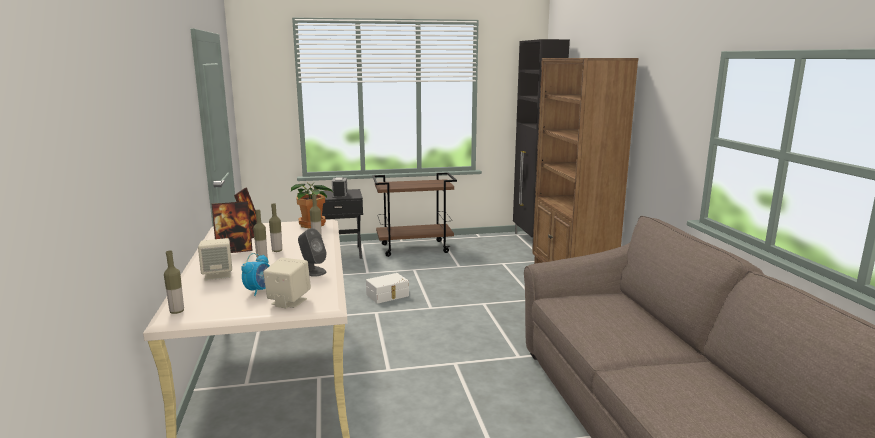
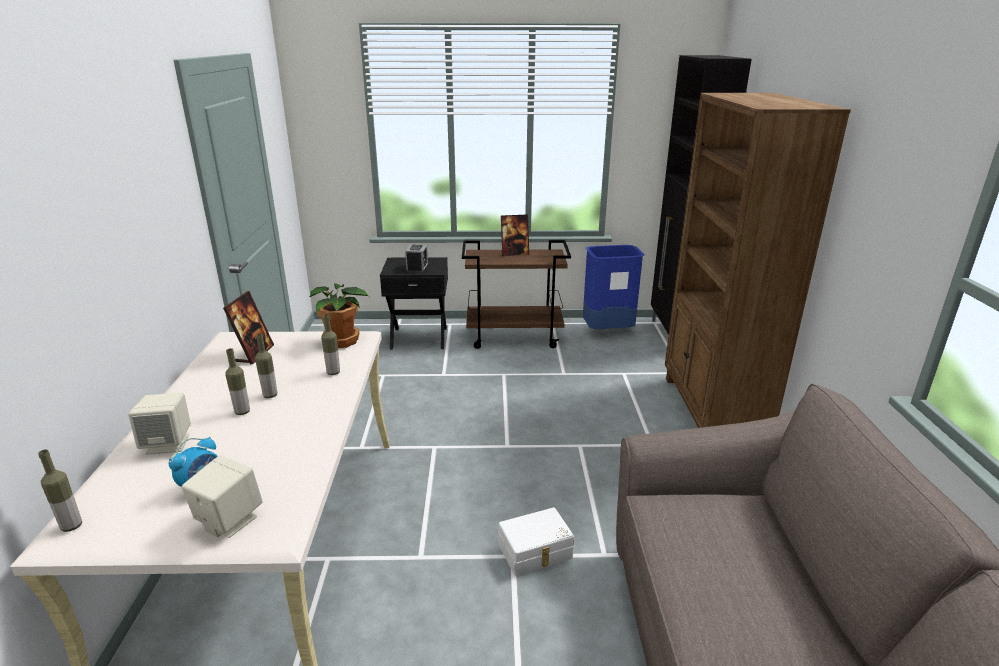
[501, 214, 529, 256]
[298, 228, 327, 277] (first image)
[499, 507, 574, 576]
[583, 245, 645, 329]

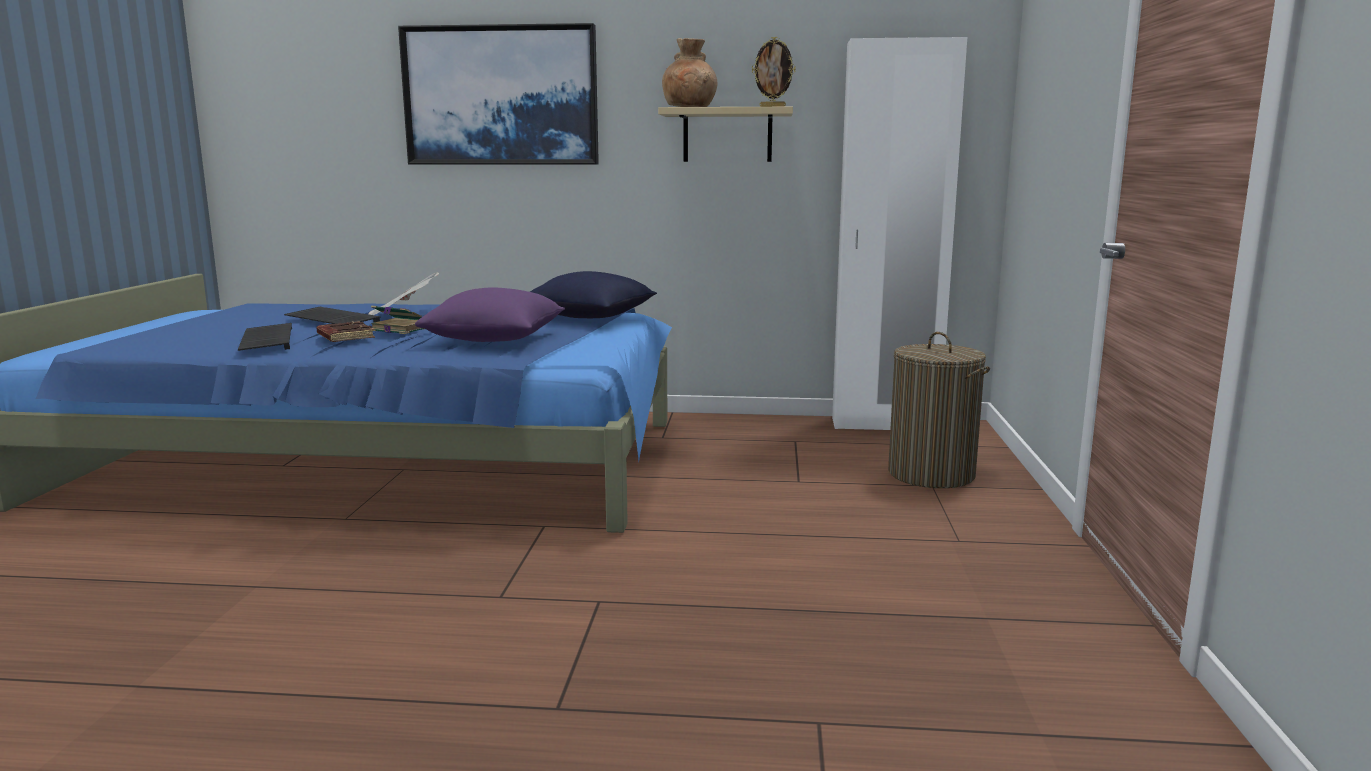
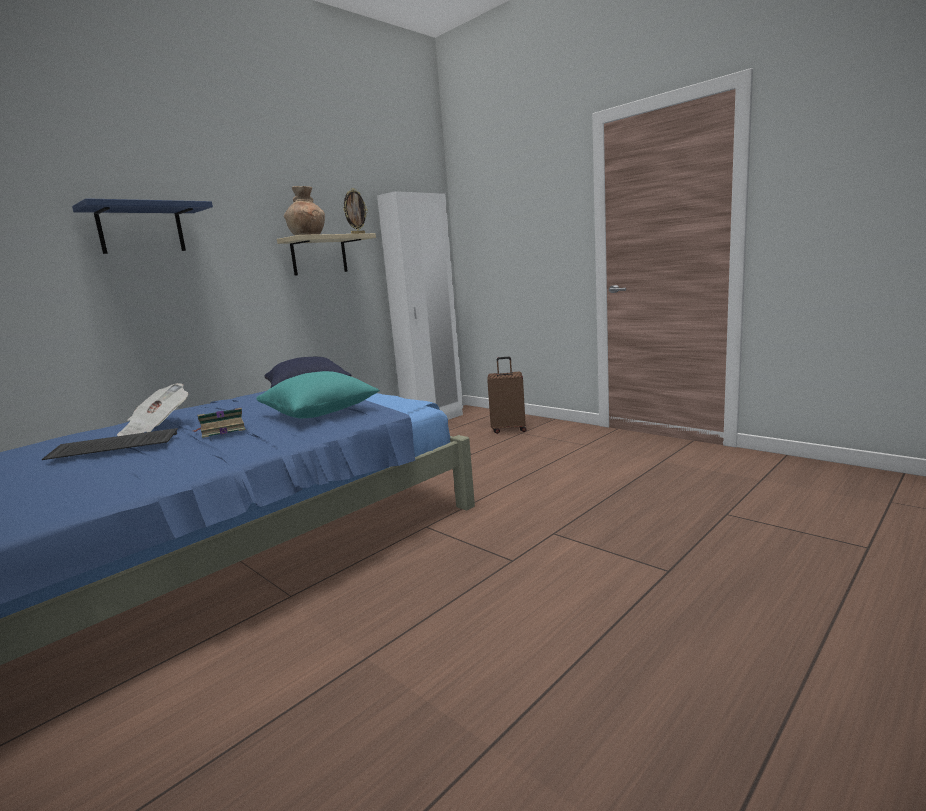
[238, 323, 292, 351] (first image)
[316, 321, 375, 342] (first image)
[72, 198, 213, 254]
[257, 371, 380, 418]
[487, 357, 527, 434]

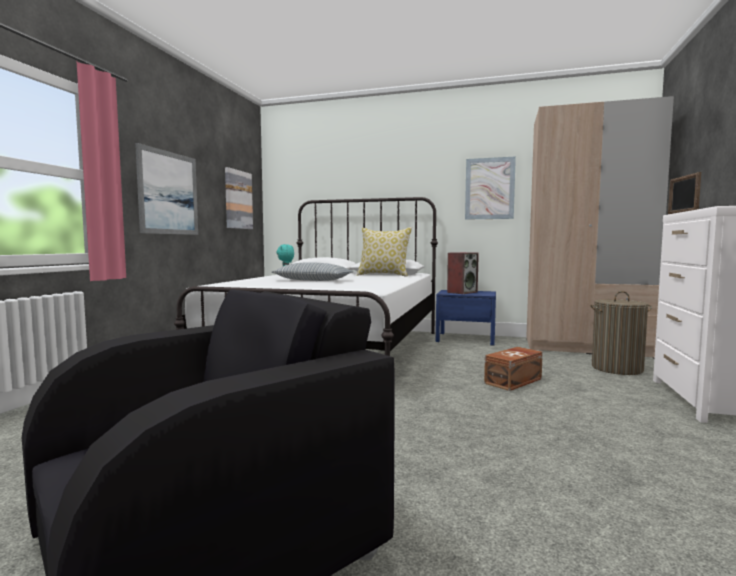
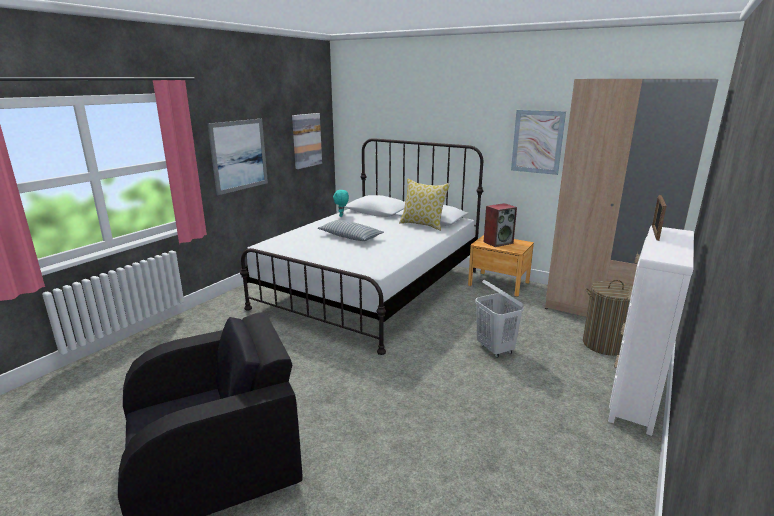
[468, 235, 534, 297]
[475, 280, 524, 358]

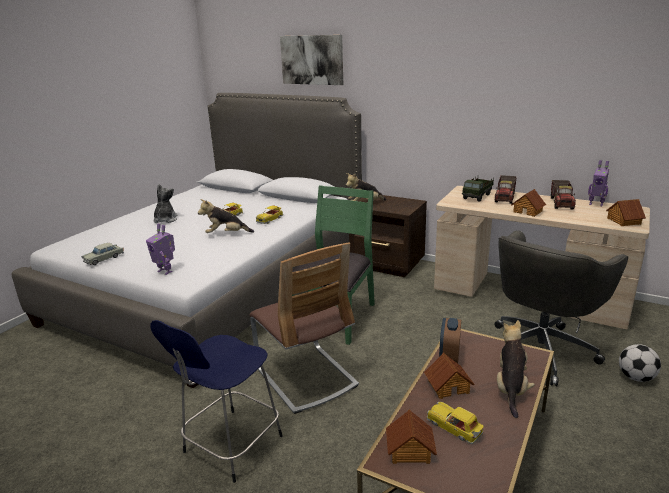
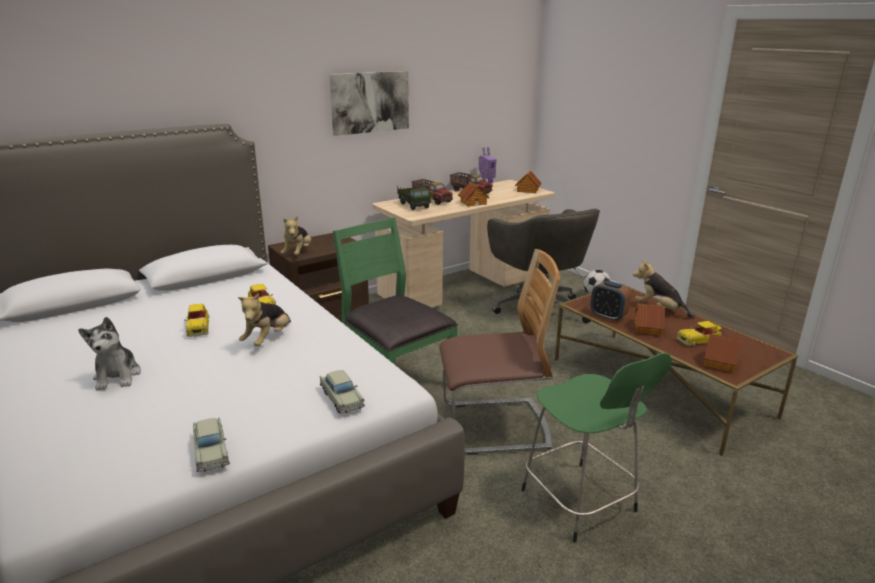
[320, 370, 365, 414]
[522, 353, 672, 543]
[78, 317, 141, 391]
[329, 71, 409, 136]

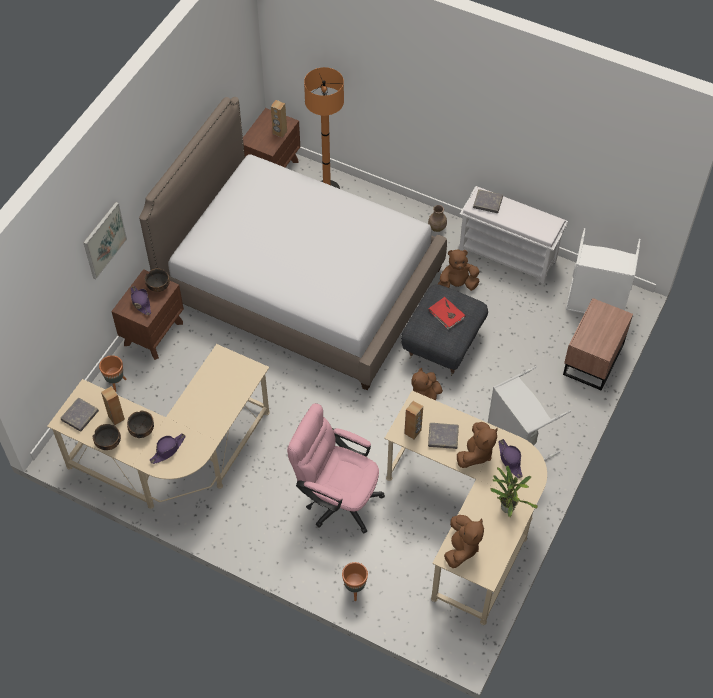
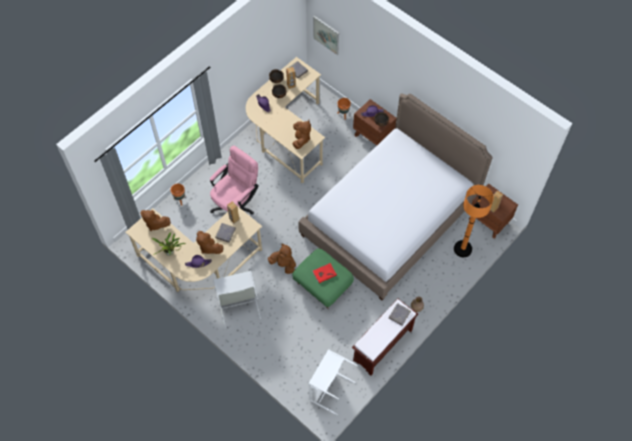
[313, 16, 339, 55]
[292, 248, 354, 309]
[293, 120, 311, 149]
[352, 299, 418, 376]
[563, 298, 633, 391] (first image)

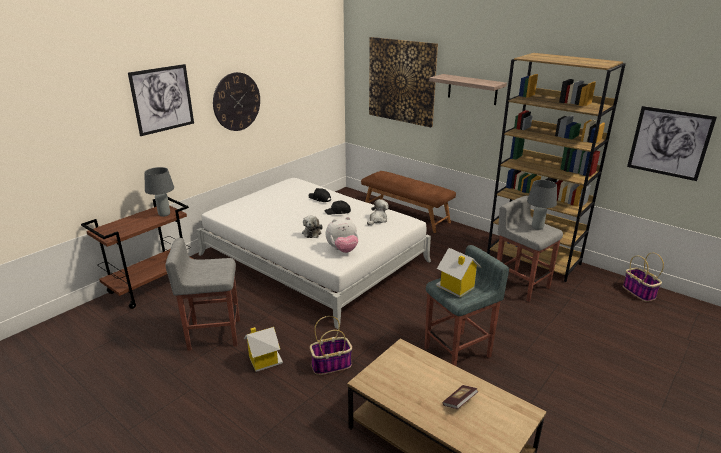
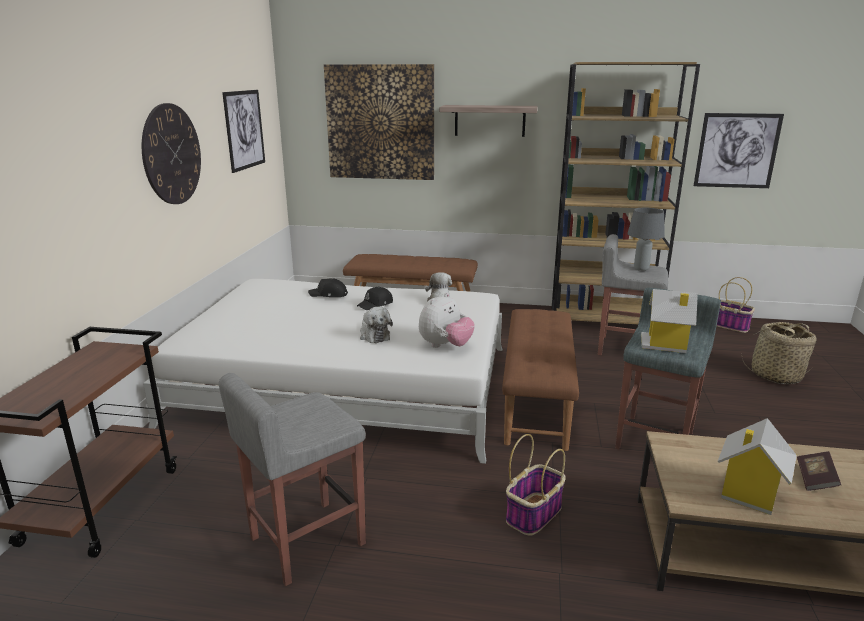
[222, 90, 265, 173]
[144, 167, 174, 217] (first image)
[718, 418, 797, 515]
[502, 309, 579, 451]
[741, 322, 817, 384]

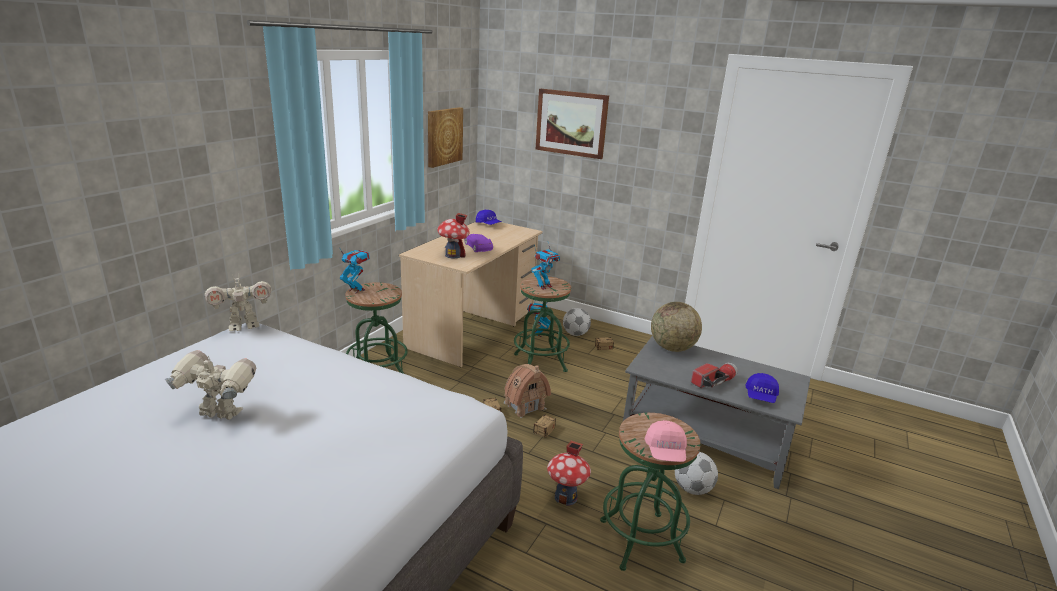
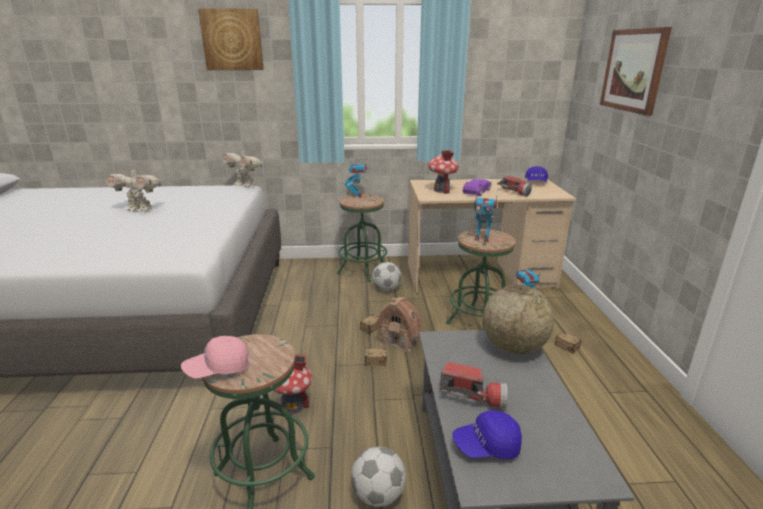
[106, 166, 162, 212]
[198, 8, 264, 70]
[372, 262, 401, 291]
[497, 176, 532, 197]

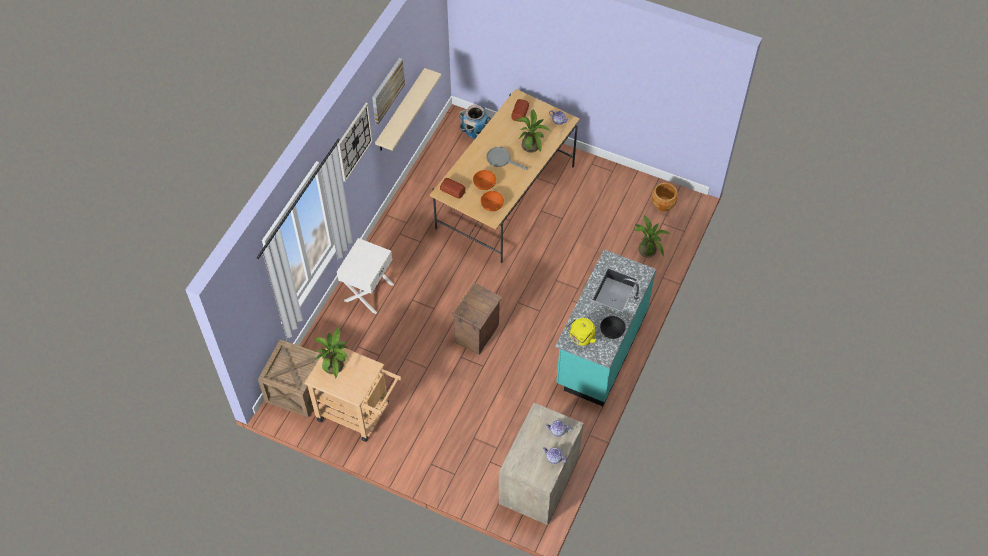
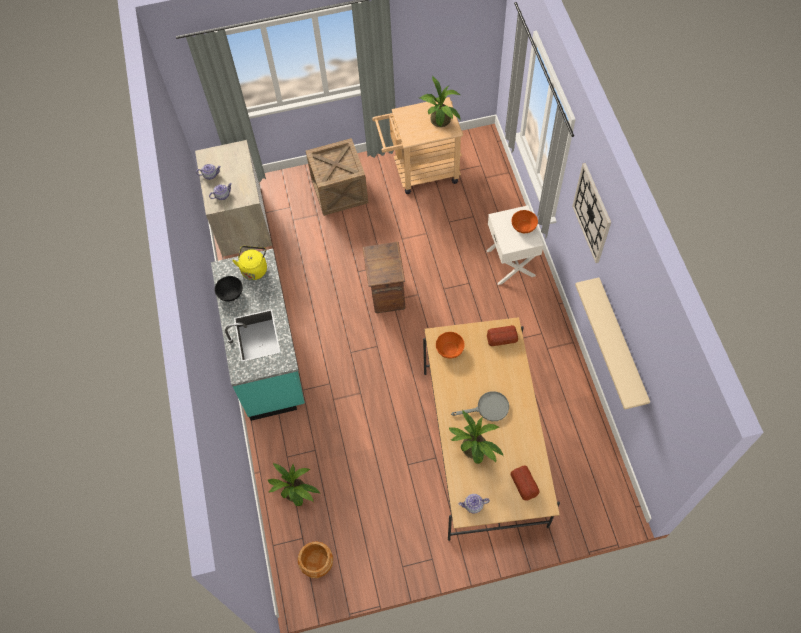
[306, 138, 368, 216]
[372, 58, 405, 124] (first image)
[459, 105, 491, 140] (first image)
[512, 210, 538, 233]

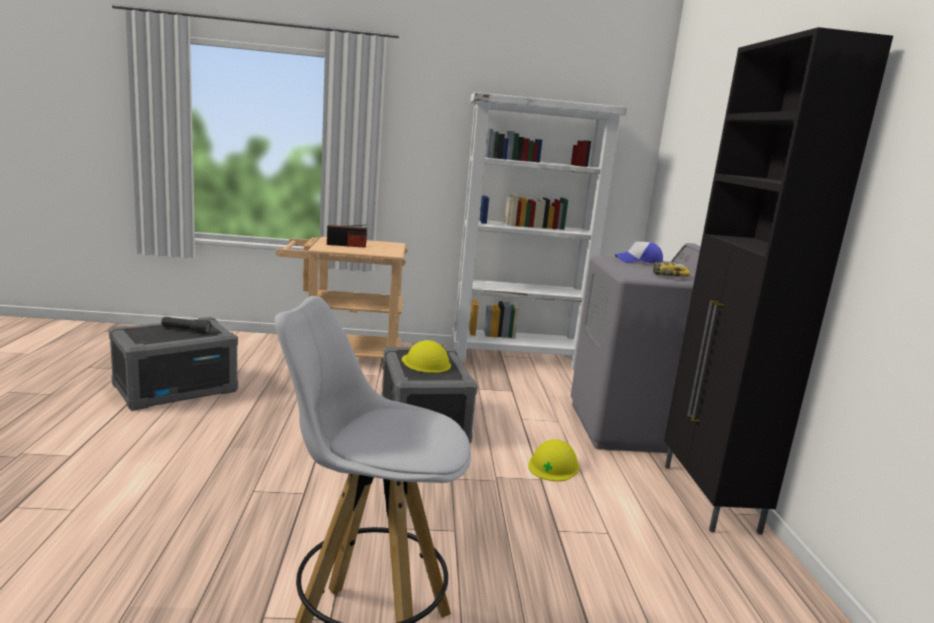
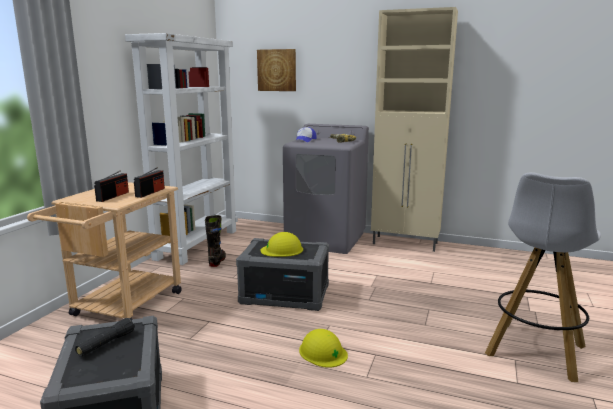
[299, 329, 348, 368]
[371, 7, 458, 252]
[134, 168, 165, 198]
[205, 215, 226, 267]
[257, 49, 296, 91]

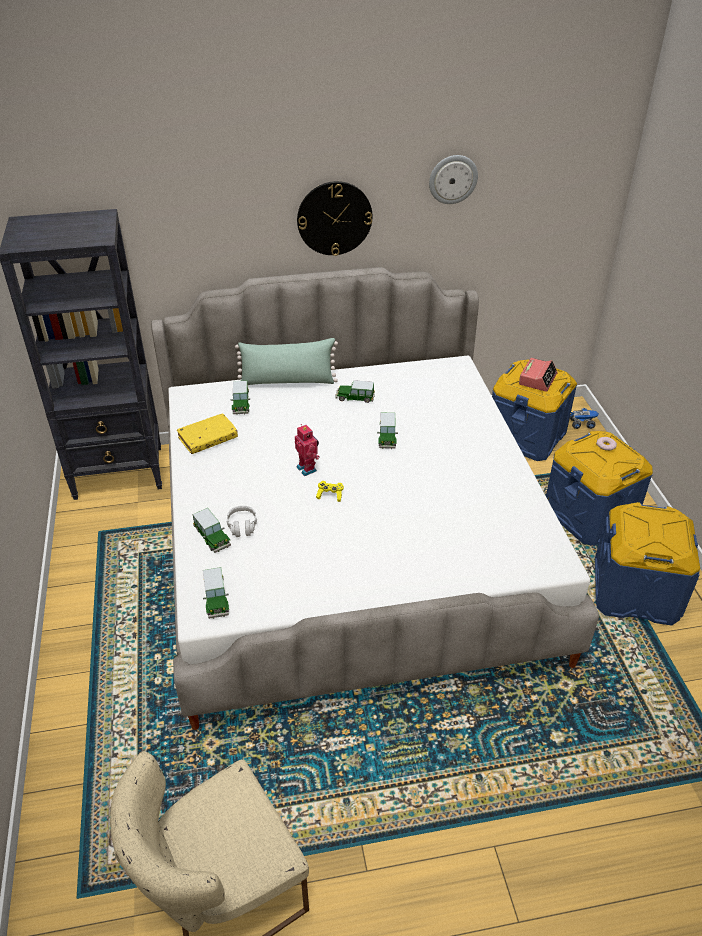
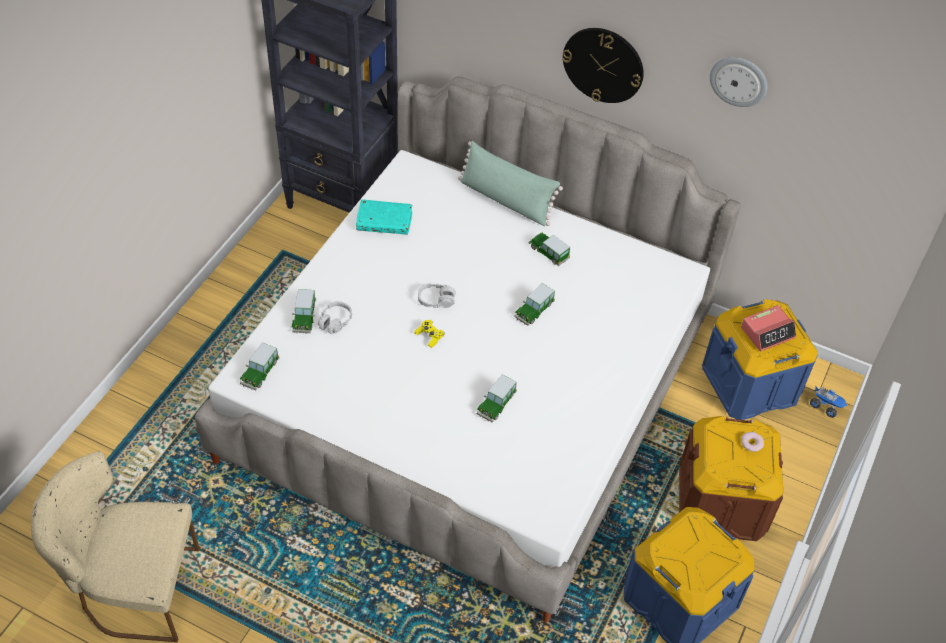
[356, 200, 412, 235]
[477, 374, 517, 422]
[418, 283, 456, 308]
[679, 416, 783, 541]

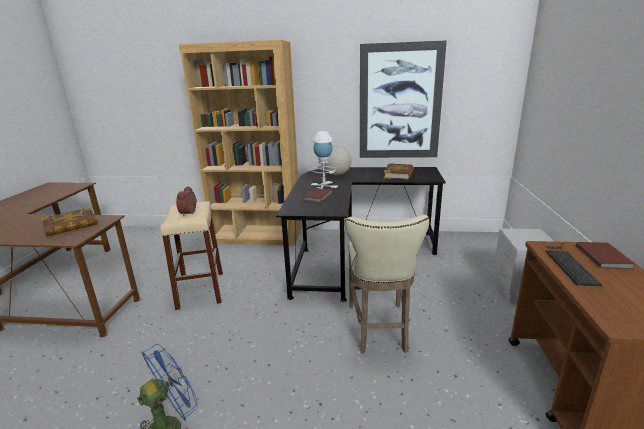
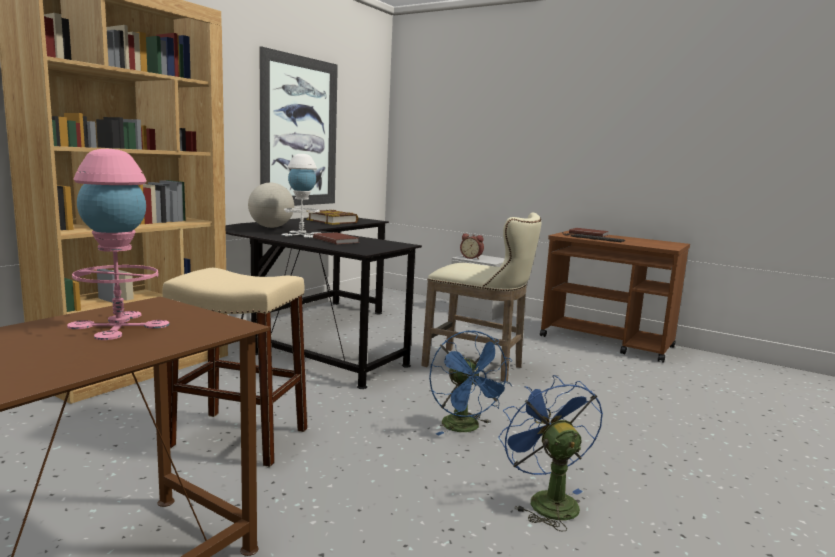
[67, 149, 169, 340]
[460, 233, 484, 259]
[429, 330, 513, 435]

